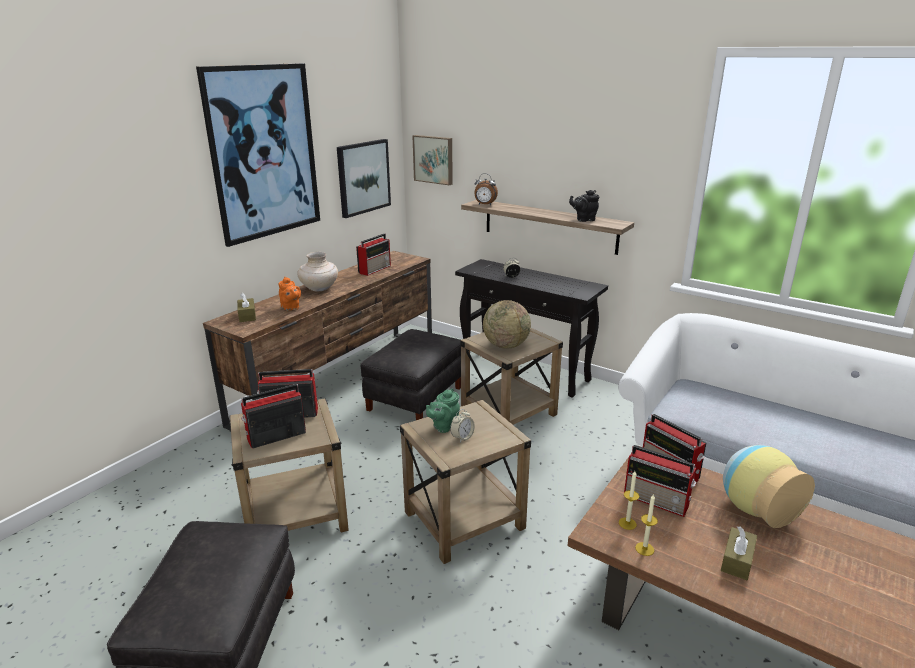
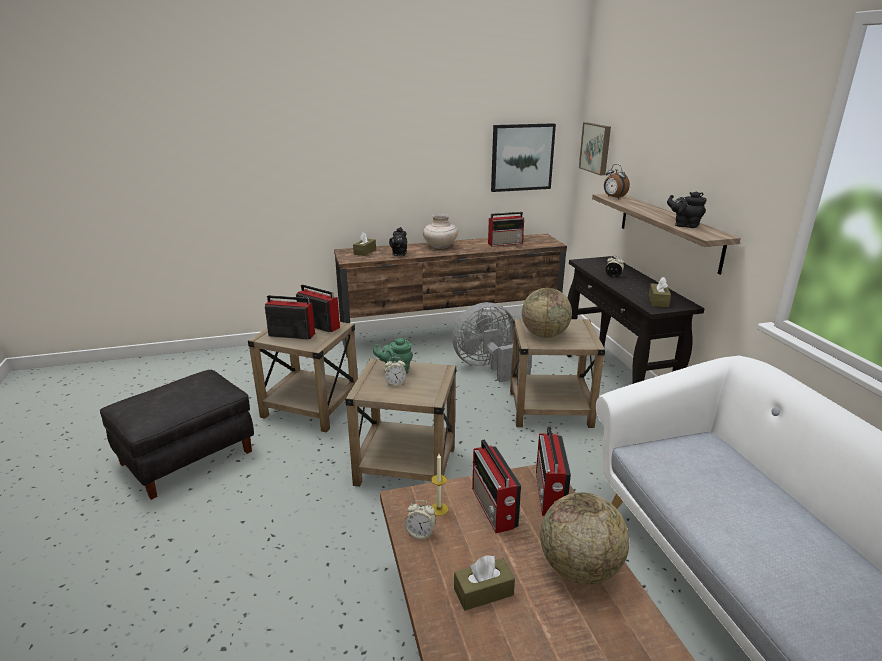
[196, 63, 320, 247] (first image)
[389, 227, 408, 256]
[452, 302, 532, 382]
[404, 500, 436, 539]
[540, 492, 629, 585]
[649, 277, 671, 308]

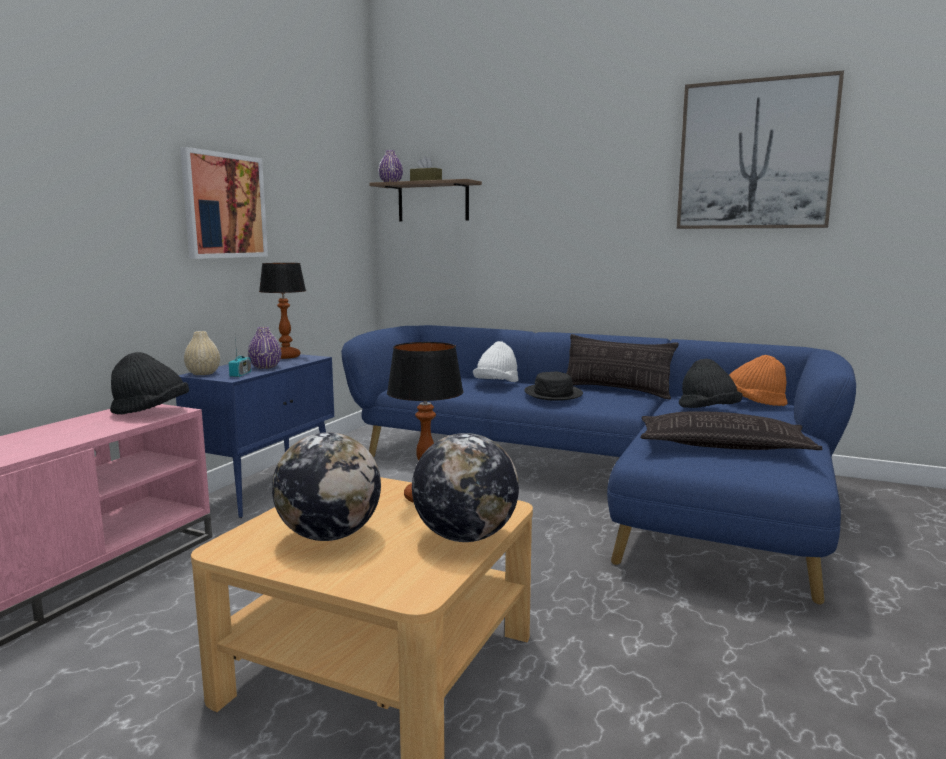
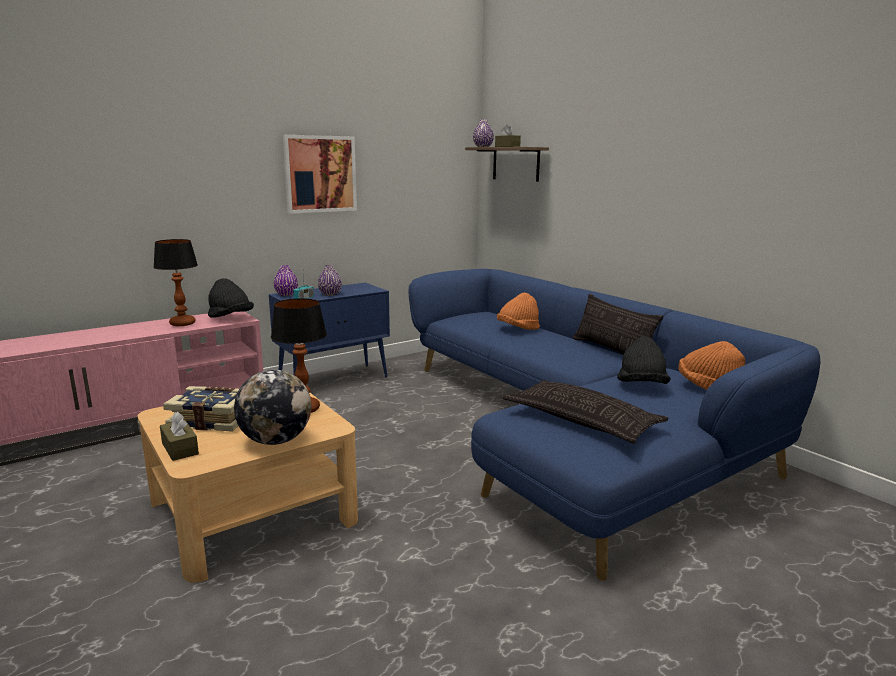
[274, 265, 298, 296]
[153, 239, 198, 326]
[163, 386, 239, 432]
[497, 293, 540, 330]
[525, 372, 583, 401] (first image)
[677, 70, 844, 229] (first image)
[160, 412, 199, 461]

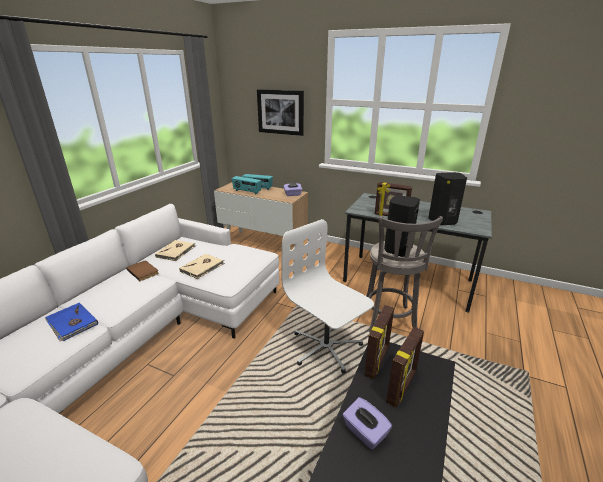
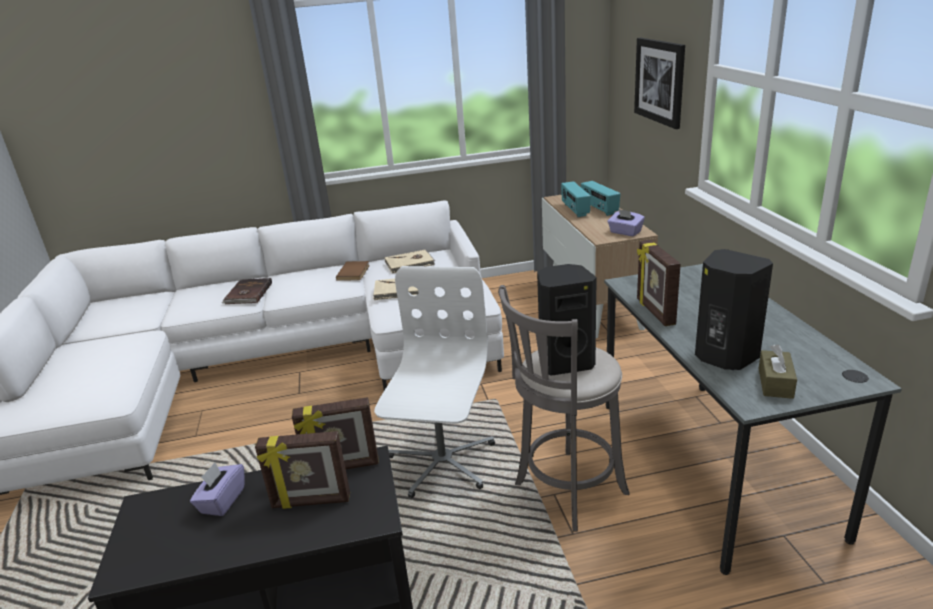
[222, 278, 272, 304]
[759, 344, 797, 399]

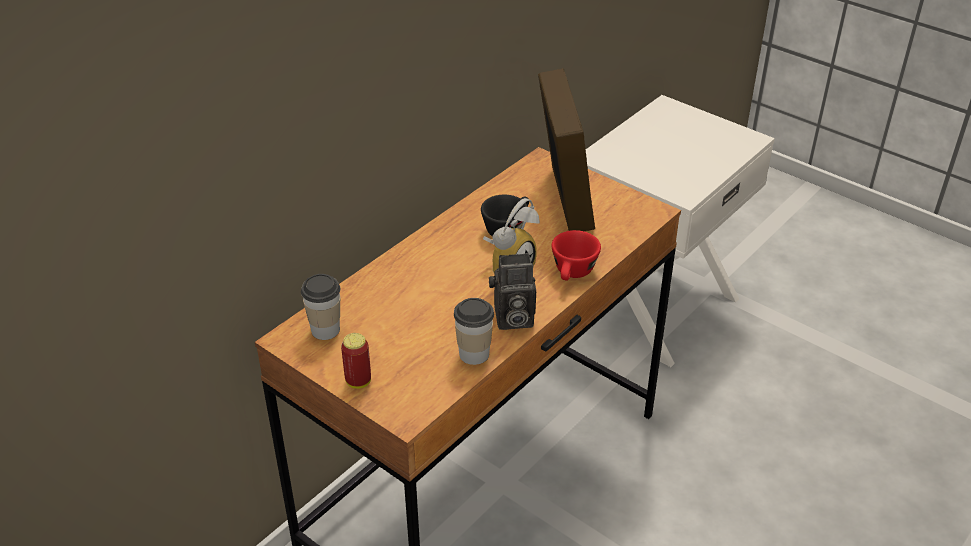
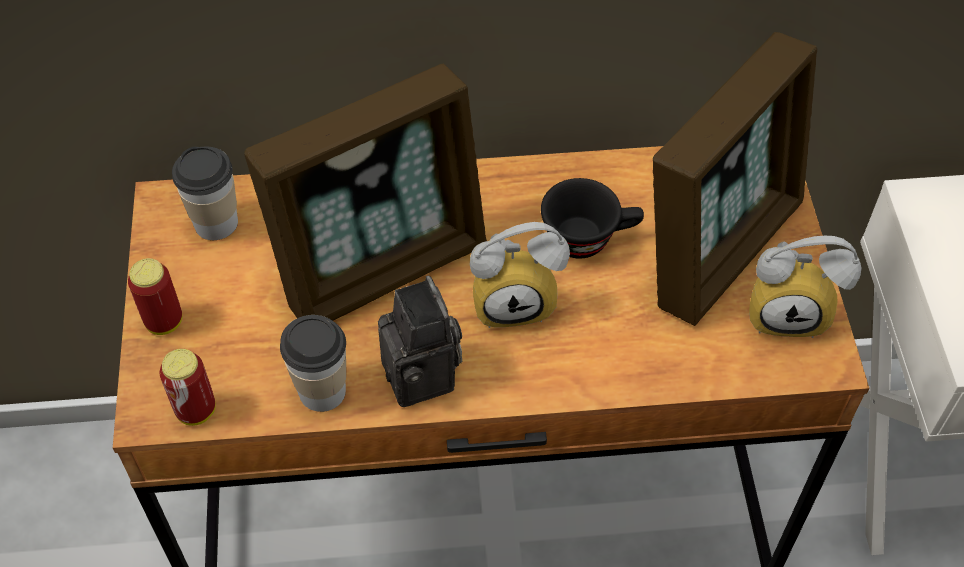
[378, 276, 462, 407]
[551, 230, 601, 281] (first image)
[160, 349, 216, 426]
[244, 63, 487, 321]
[749, 236, 862, 338]

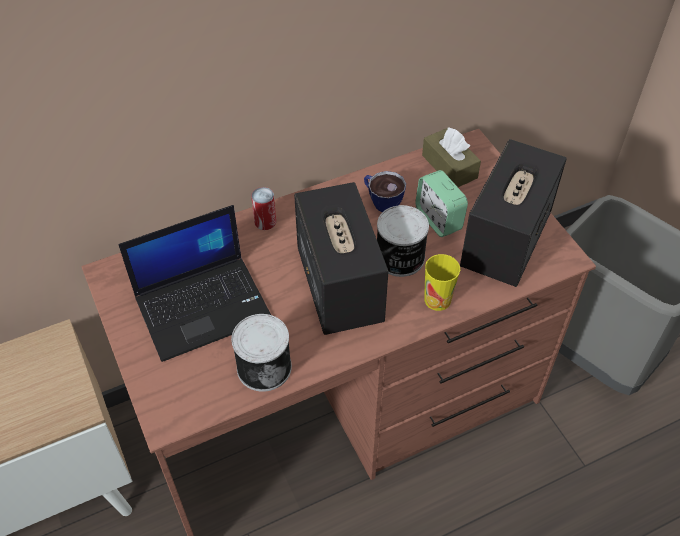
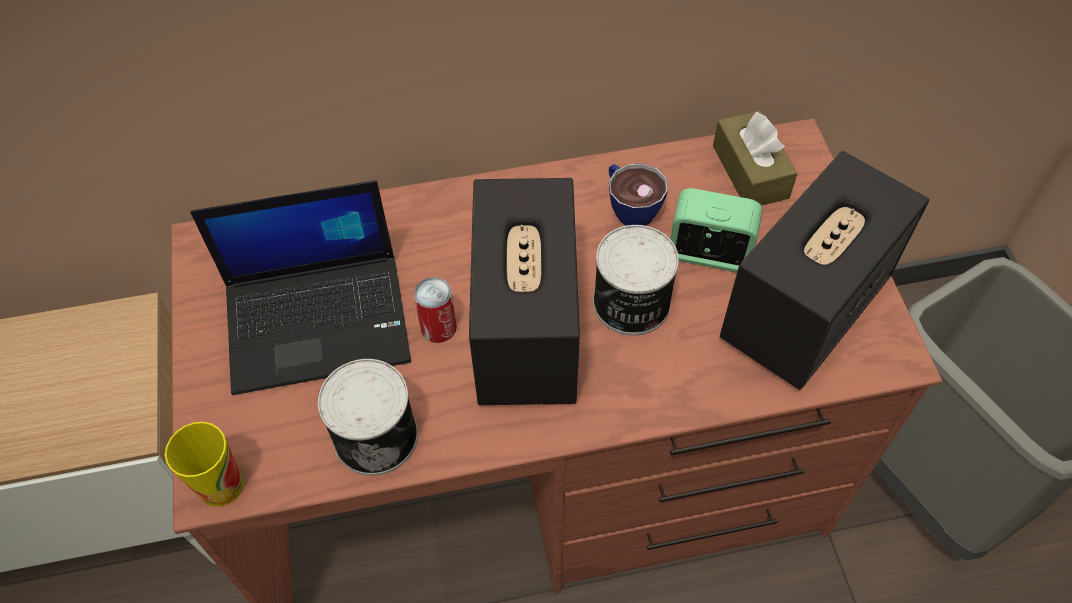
[414, 277, 457, 343]
[670, 188, 763, 272]
[165, 422, 244, 507]

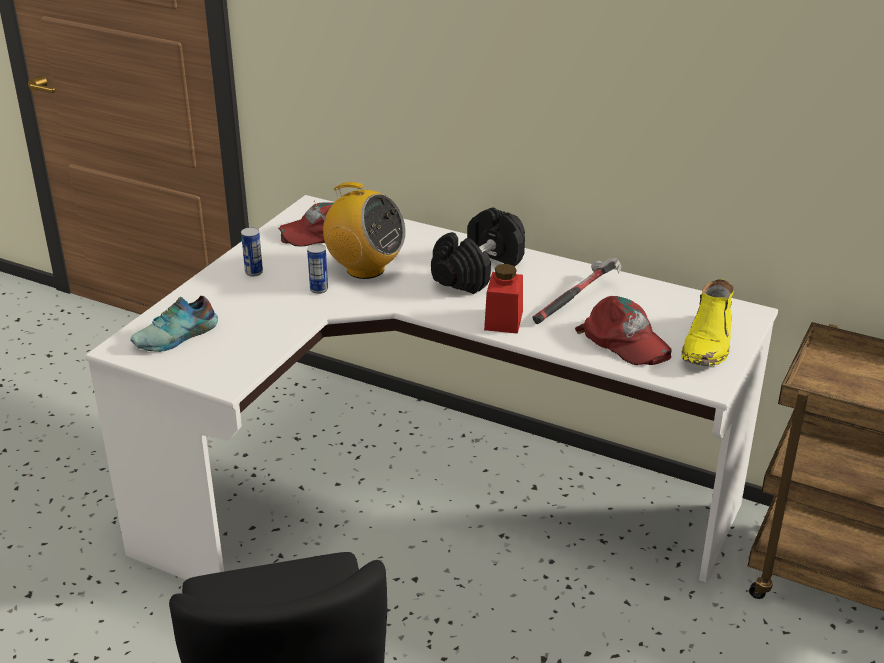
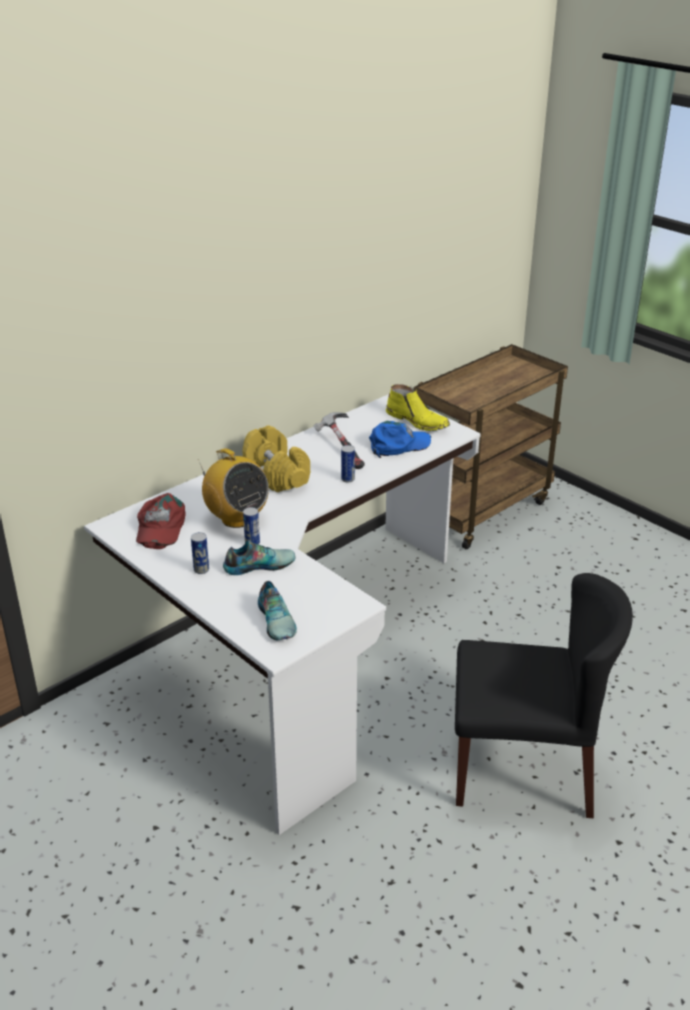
[198, 449, 269, 528]
[242, 425, 310, 492]
[341, 445, 355, 482]
[369, 421, 432, 458]
[223, 541, 296, 575]

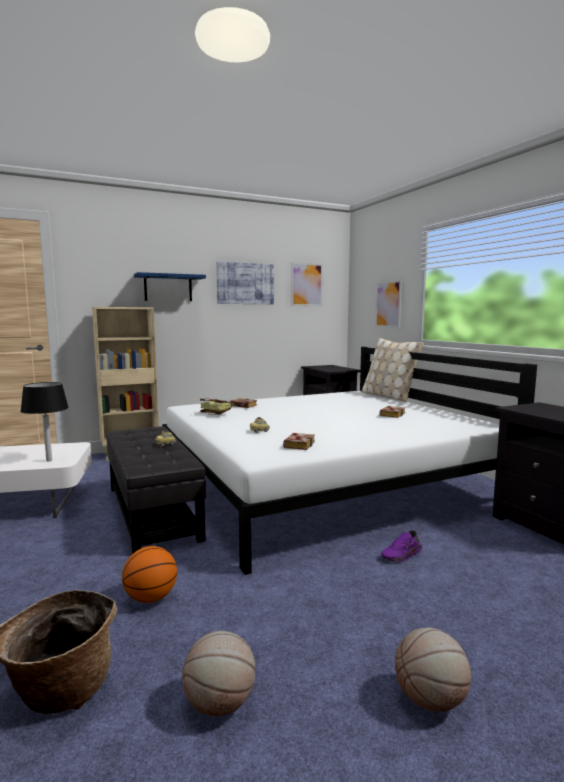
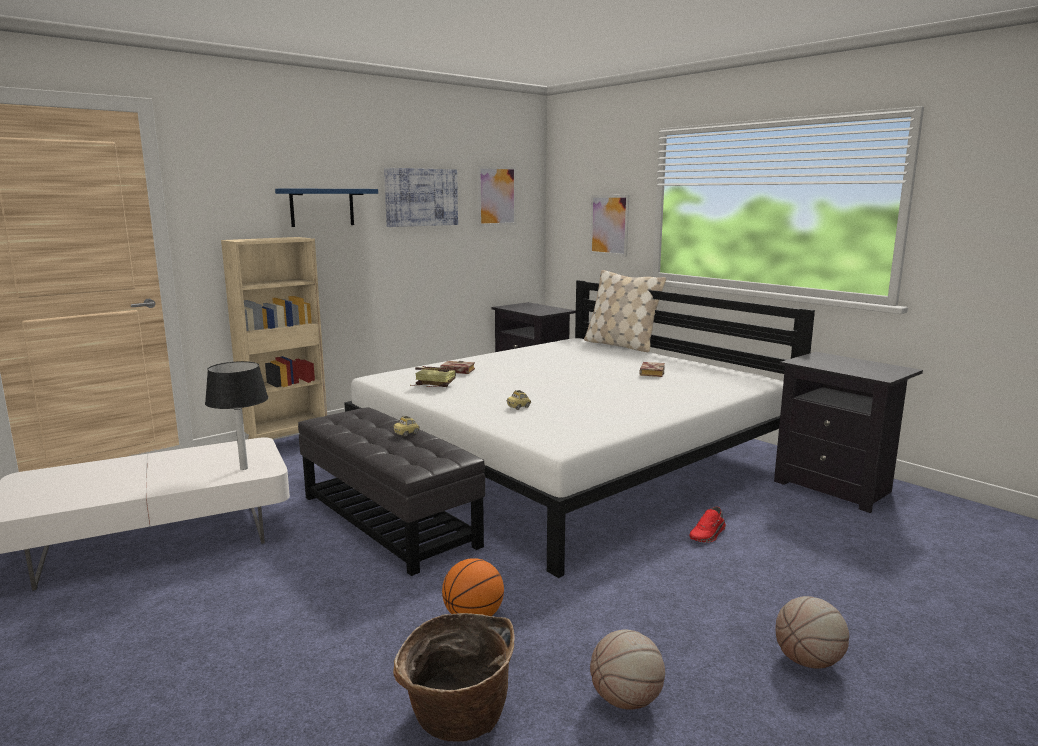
[283, 433, 315, 450] (first image)
[689, 507, 726, 543]

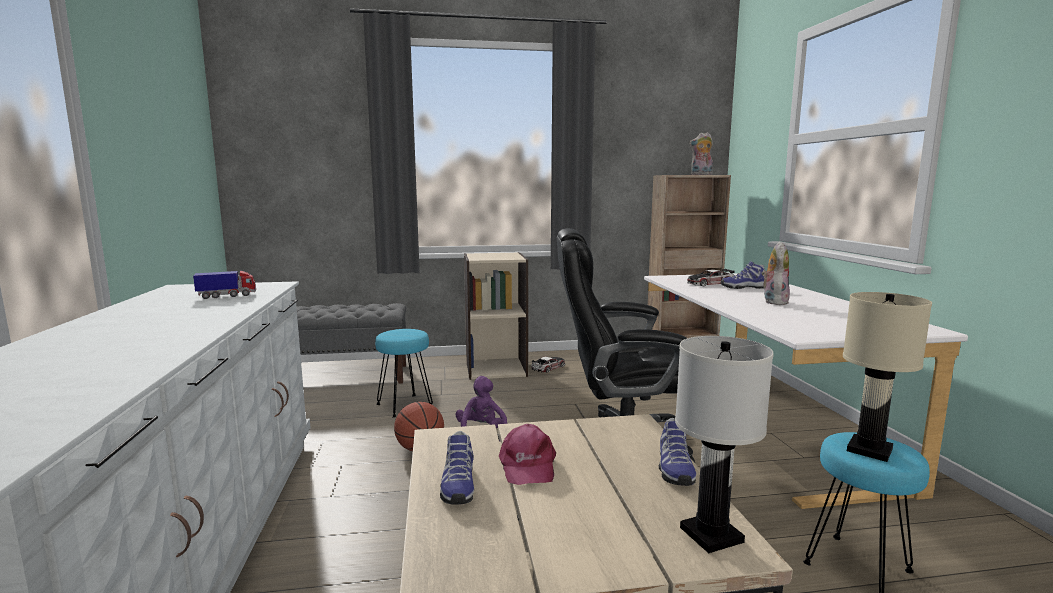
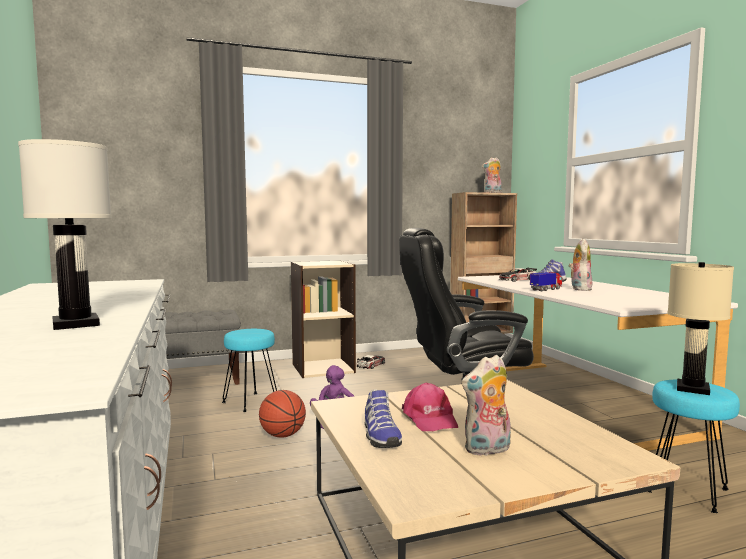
[530, 272, 562, 291]
[659, 418, 696, 486] (first image)
[18, 139, 112, 330]
[462, 354, 511, 456]

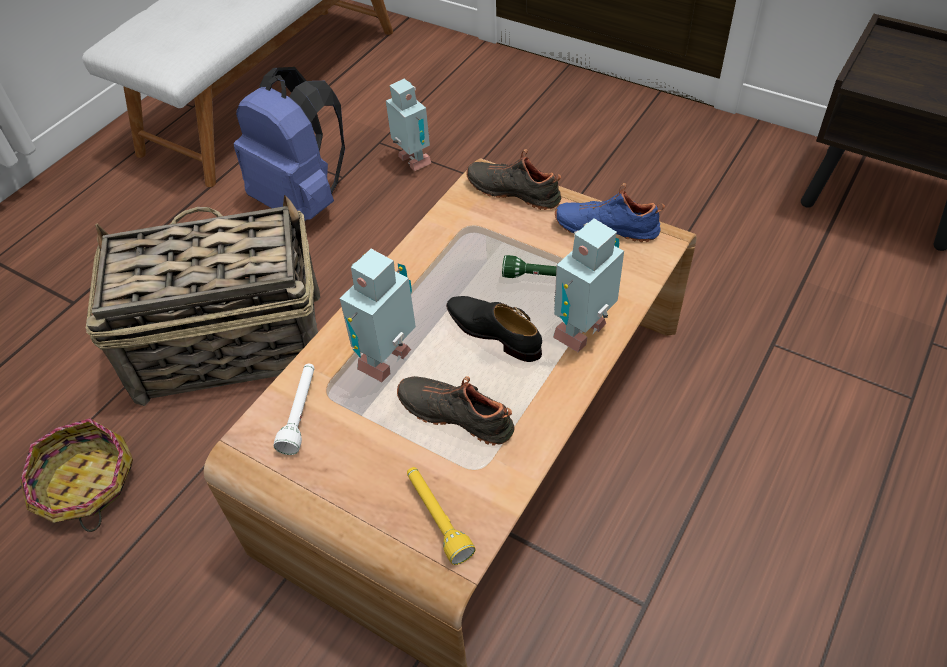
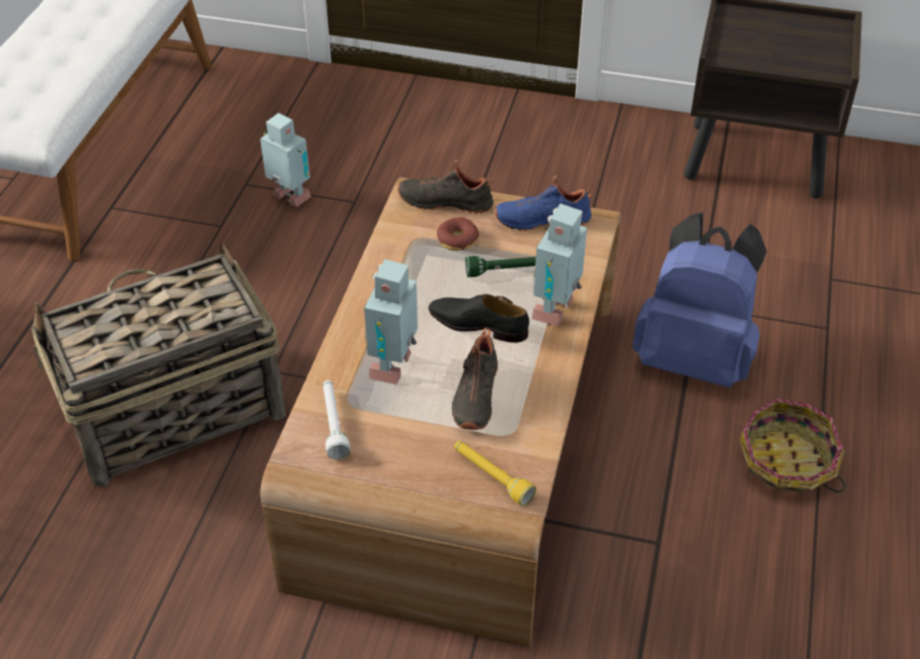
[739, 398, 846, 493]
[632, 212, 767, 388]
[452, 327, 498, 430]
[437, 217, 479, 251]

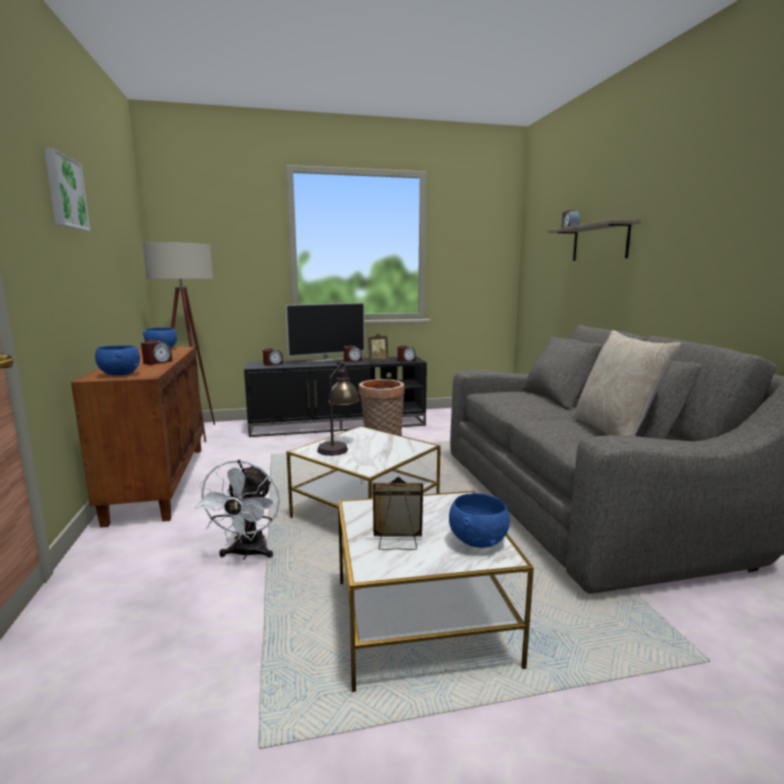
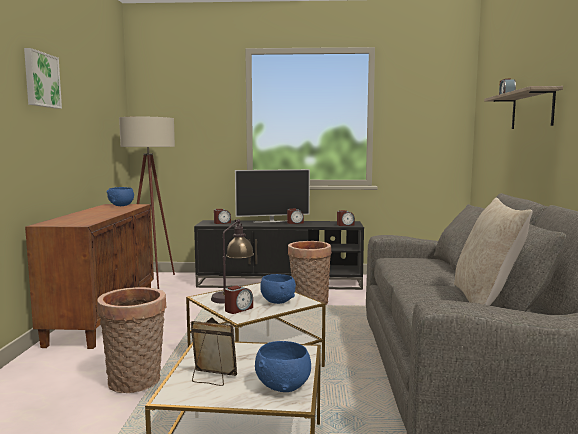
[260, 274, 296, 304]
[225, 285, 253, 314]
[97, 287, 167, 393]
[368, 333, 389, 362] (first image)

